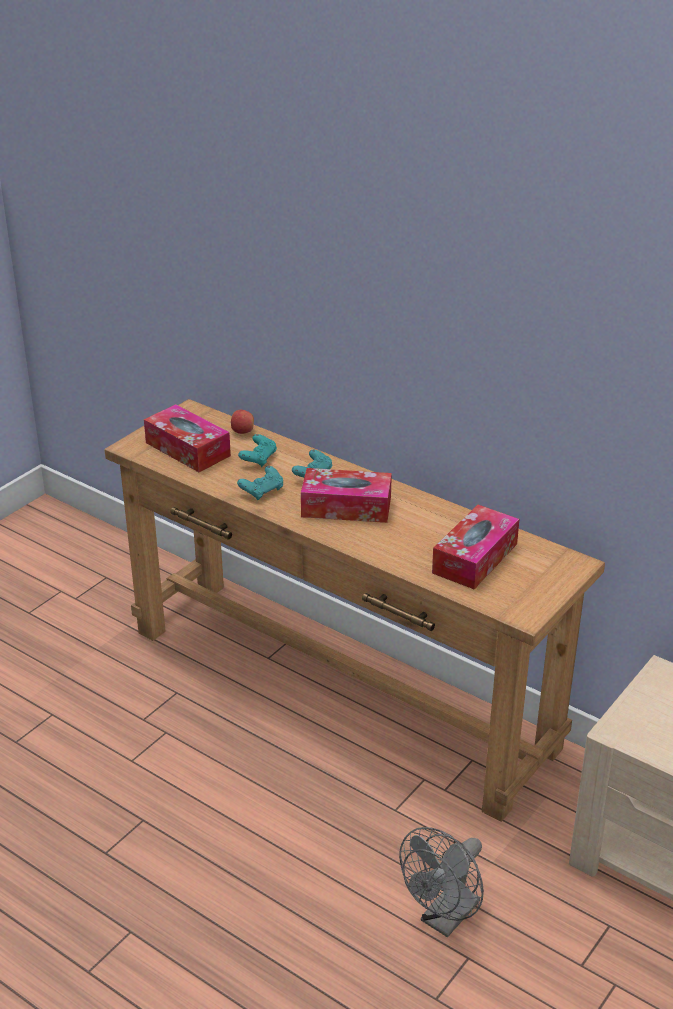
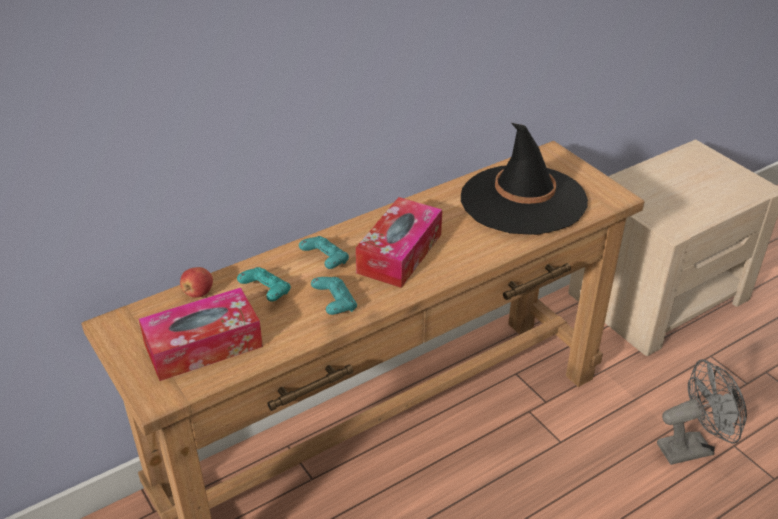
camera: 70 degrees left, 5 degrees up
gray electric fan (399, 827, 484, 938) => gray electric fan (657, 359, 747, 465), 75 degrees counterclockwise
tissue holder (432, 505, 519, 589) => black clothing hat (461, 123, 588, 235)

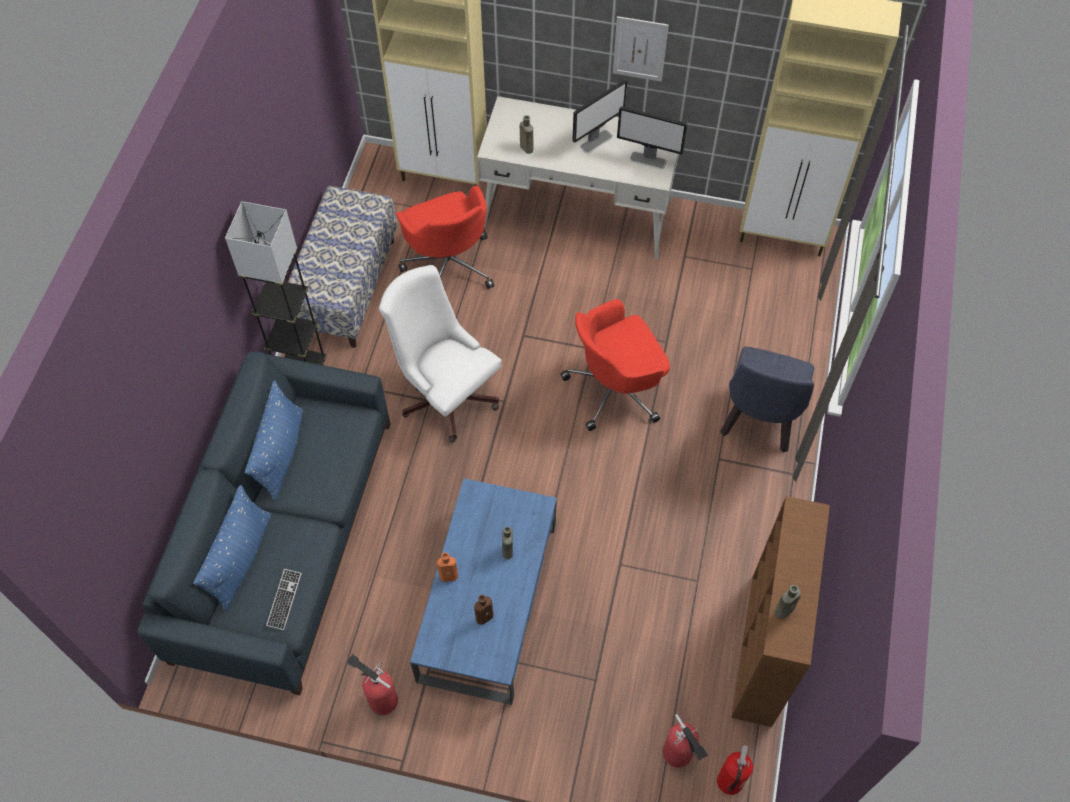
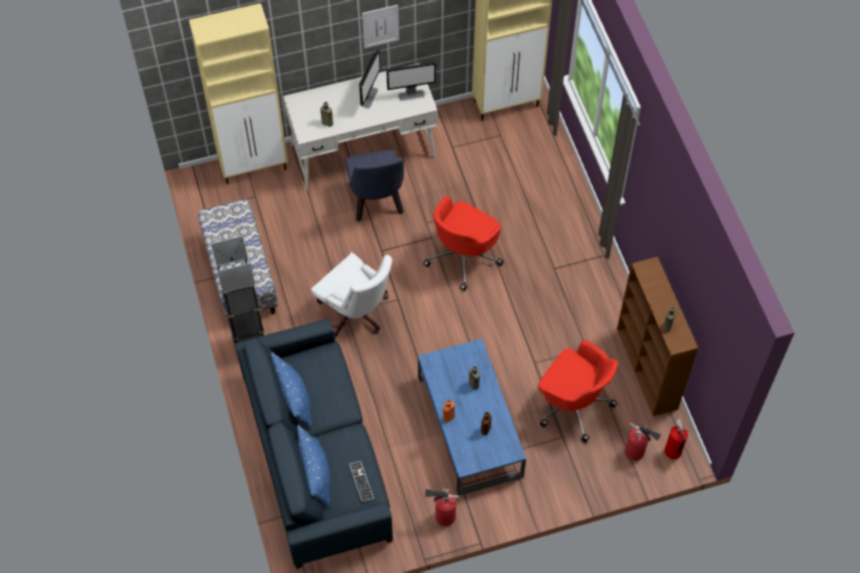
camera: 30 degrees left, 0 degrees up
white office chair (379, 265, 502, 443) => white office chair (311, 252, 393, 337), 150 degrees counterclockwise
red-coloured office chair (395, 185, 494, 289) => red-coloured office chair (538, 340, 617, 442), relocated
blue-coloured upright chair (720, 347, 814, 453) => blue-coloured upright chair (346, 150, 404, 222), relocated

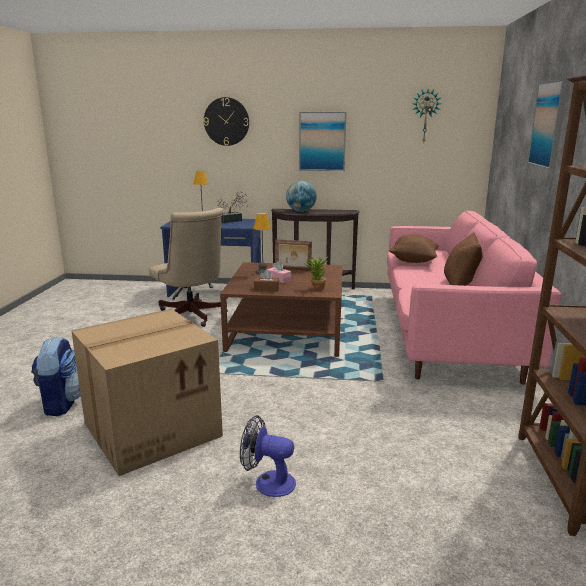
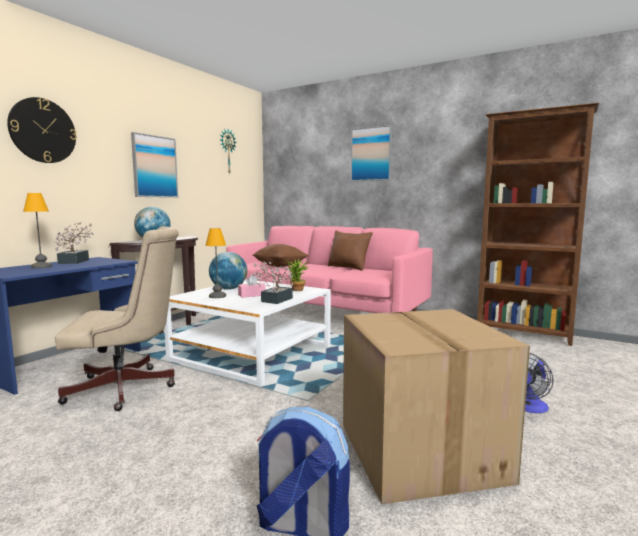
camera: 65 degrees left, 10 degrees down
brownish coffee table (220, 262, 343, 357) => white coffee table (164, 279, 331, 387)
brownish tissue holder (254, 270, 279, 292) => houseplant (252, 262, 293, 304)
standing frame (275, 239, 312, 271) => world globe (209, 252, 247, 290)

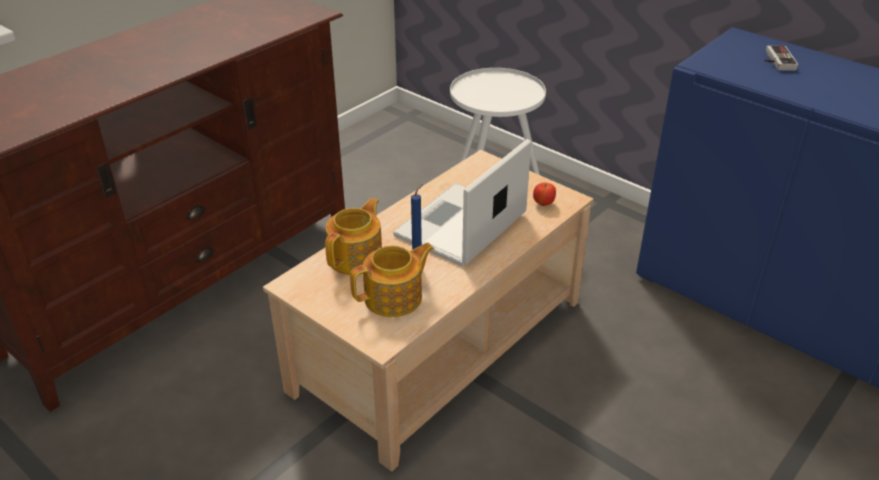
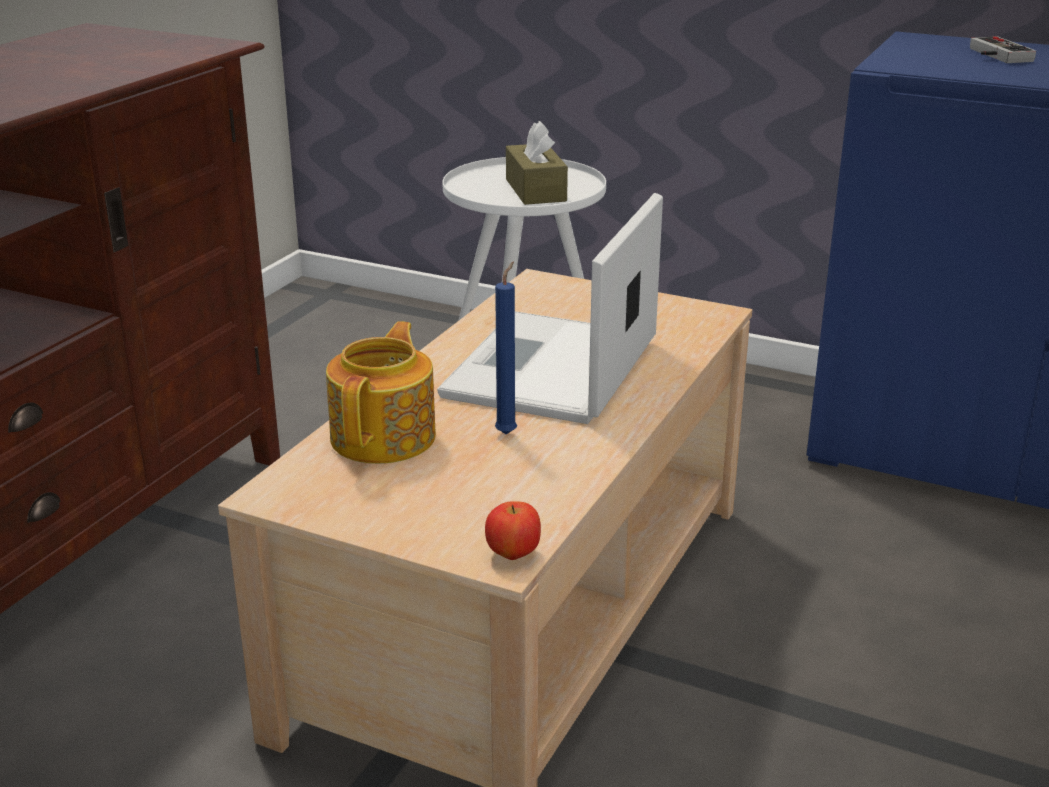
camera: 15 degrees left, 10 degrees down
teapot (350, 243, 435, 317) => nothing
apple fruit (533, 182, 556, 206) => apple fruit (485, 501, 541, 560), relocated
nothing => brownish tissue holder (506, 121, 568, 205)

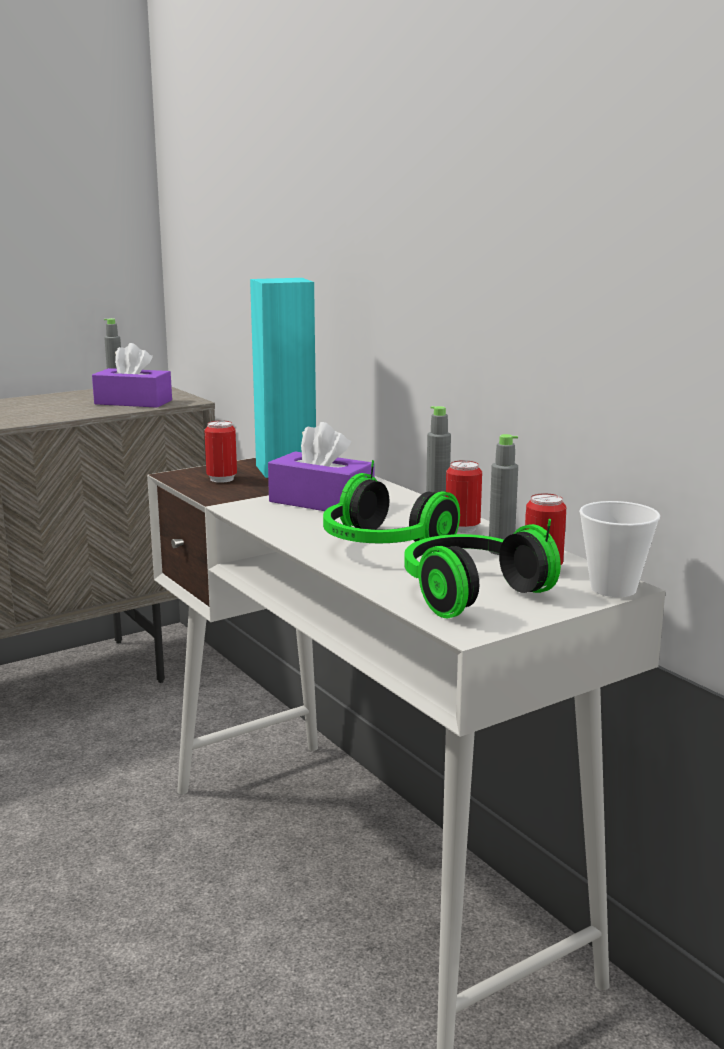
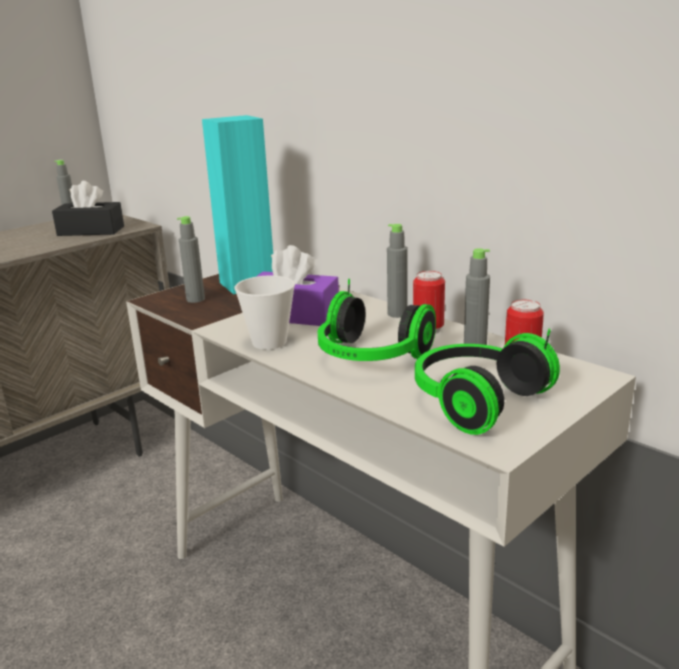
camera: 10 degrees left, 5 degrees up
purplish tissue holder (92, 343, 172, 408) => black tissue holder (52, 181, 124, 236)
sealed can (204, 421, 237, 483) => gray drink bottle (177, 216, 205, 303)
small cup (579, 501, 660, 597) => small cup (235, 275, 295, 350), relocated

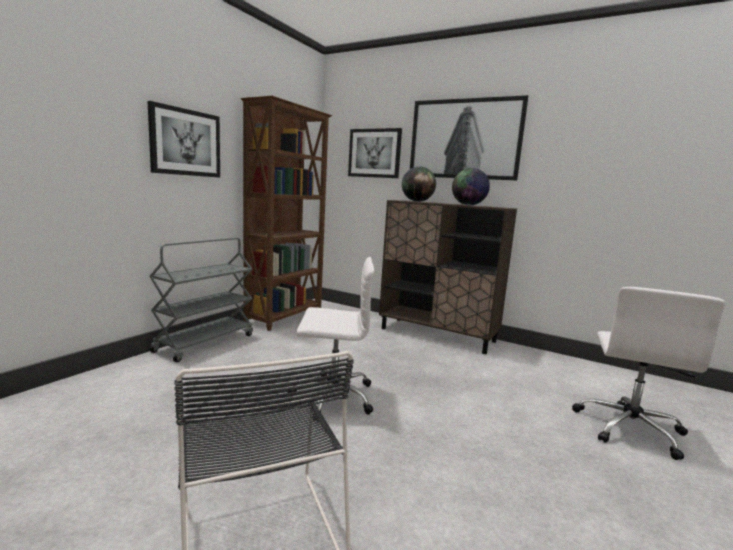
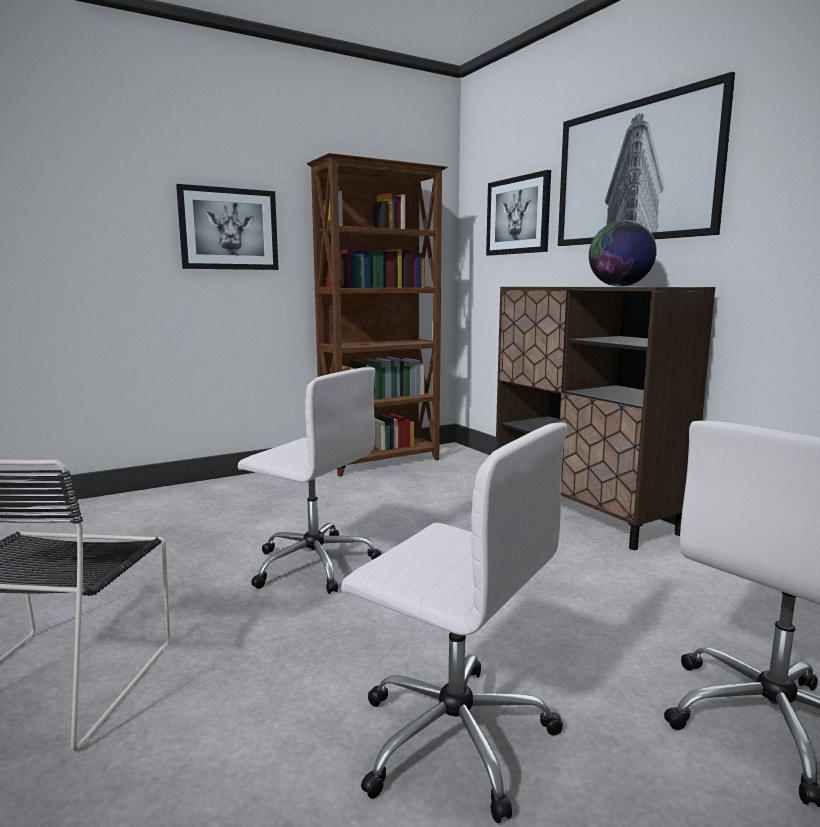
camera: 30 degrees right, 0 degrees up
gray cart (149, 238, 253, 362) => nothing
world globe (402, 166, 436, 202) => nothing
nothing => white office chair (341, 422, 568, 823)

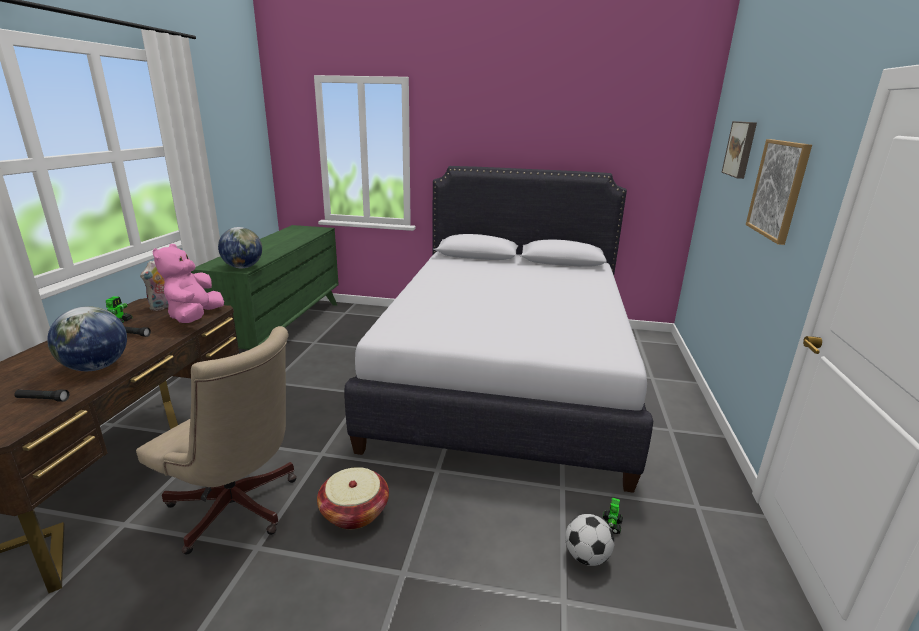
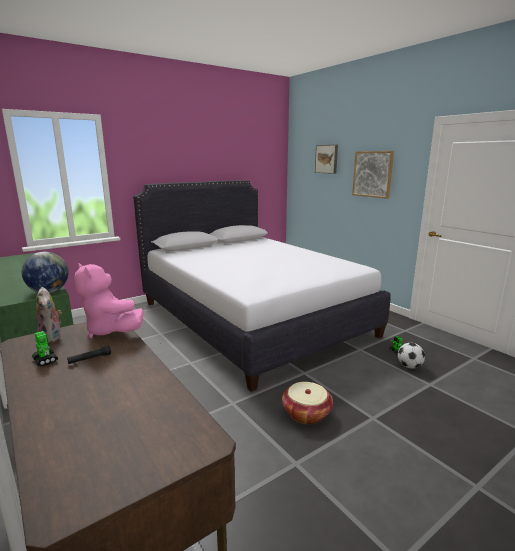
camera: 45 degrees left, 5 degrees down
black flashlight (14, 390, 69, 402) => nothing
world globe (47, 306, 127, 371) => nothing
beige-coloured office chair (136, 326, 297, 555) => nothing

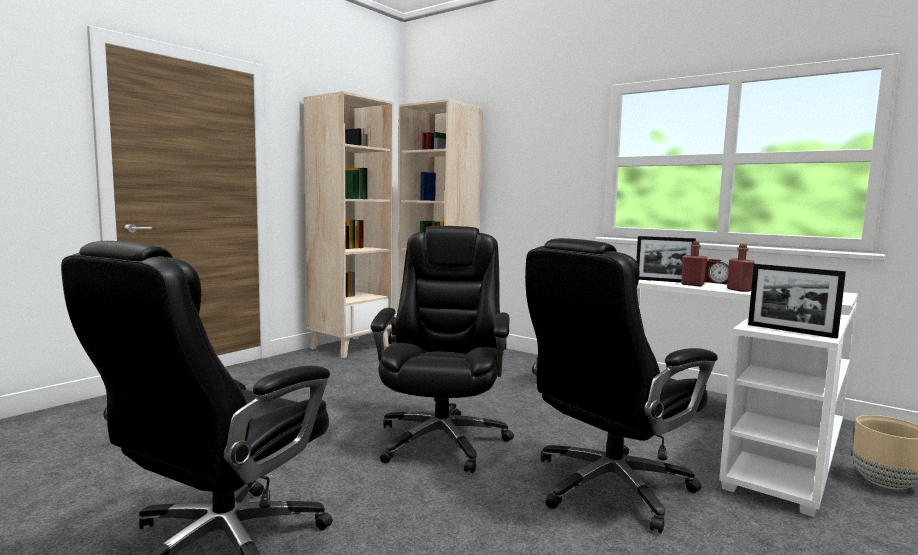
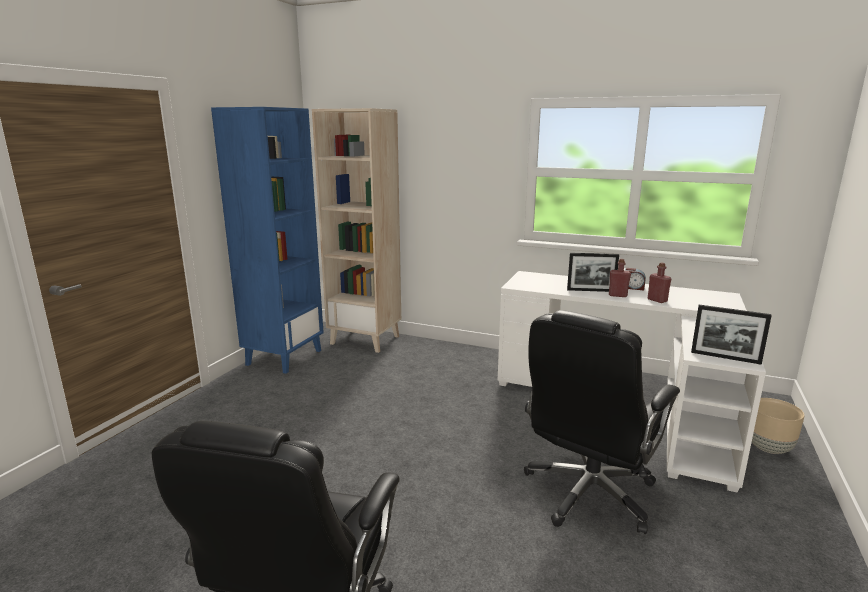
camera: 15 degrees left, 10 degrees up
beige-coloured bookshelf (304, 91, 394, 358) => blue-coloured bookshelf (211, 107, 324, 374)
black office chair (371, 226, 514, 473) => nothing

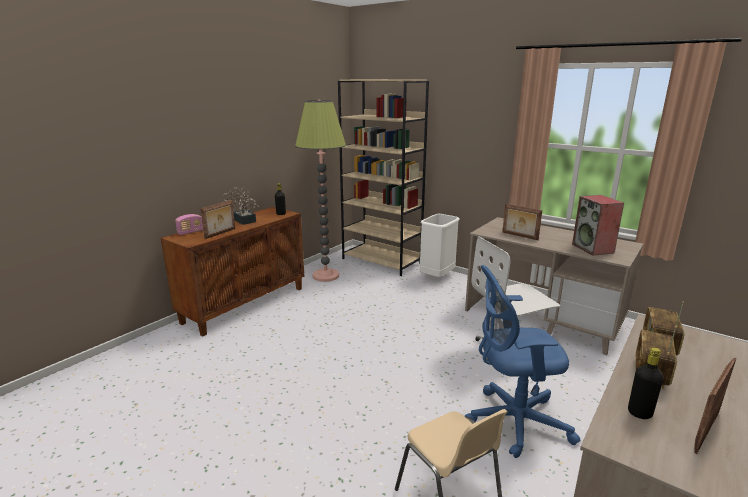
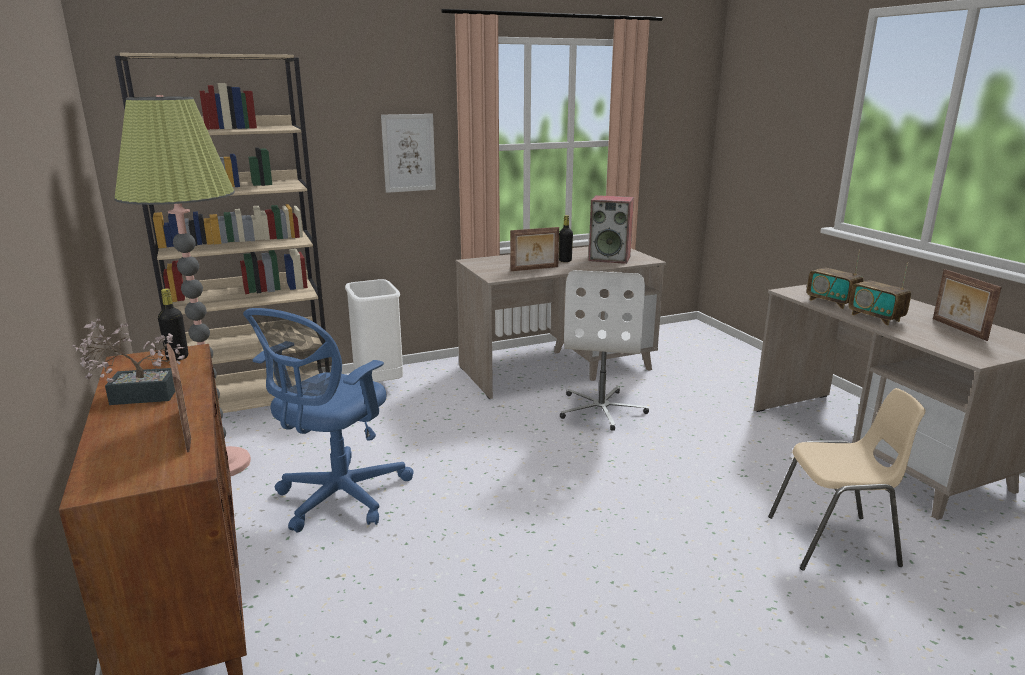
camera: 60 degrees left, 0 degrees up
radio (175, 214, 203, 235) => nothing
blue-coloured office chair (465, 265, 580, 458) => blue-coloured office chair (243, 308, 414, 532), relocated
black drink bottle (628, 347, 664, 419) => black drink bottle (559, 215, 573, 262), relocated
nothing => wall picture (381, 114, 436, 193)

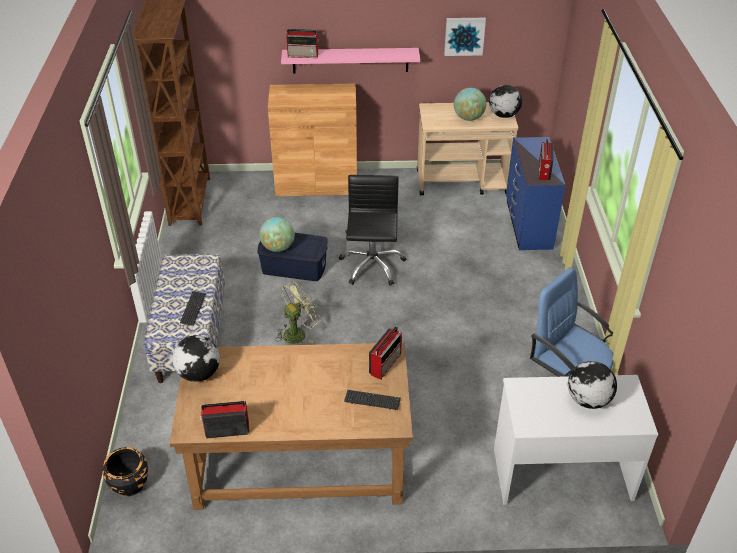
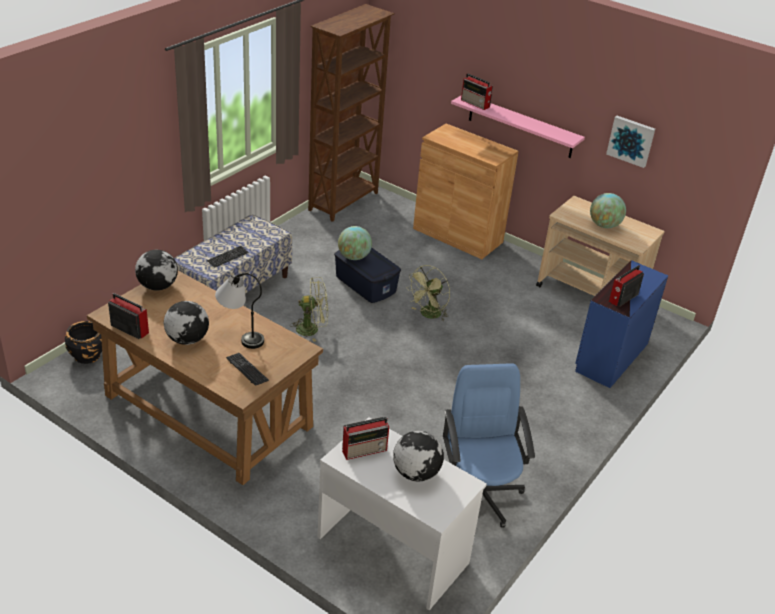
camera: 35 degrees right, 5 degrees down
black office chair (339, 175, 406, 286) => green-coloured electric fan (406, 265, 450, 321)
radio (369, 326, 402, 380) => radio (342, 417, 389, 460), relocated
world globe (489, 85, 522, 118) => world globe (164, 301, 209, 345), relocated
nothing => lamp for a table (215, 273, 264, 349)

